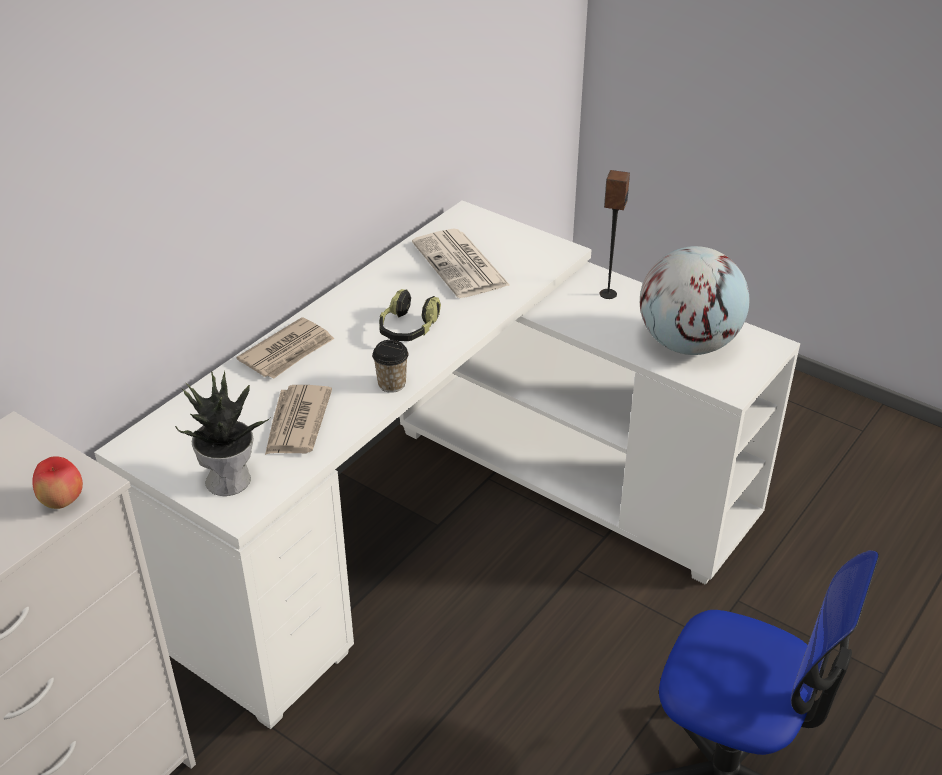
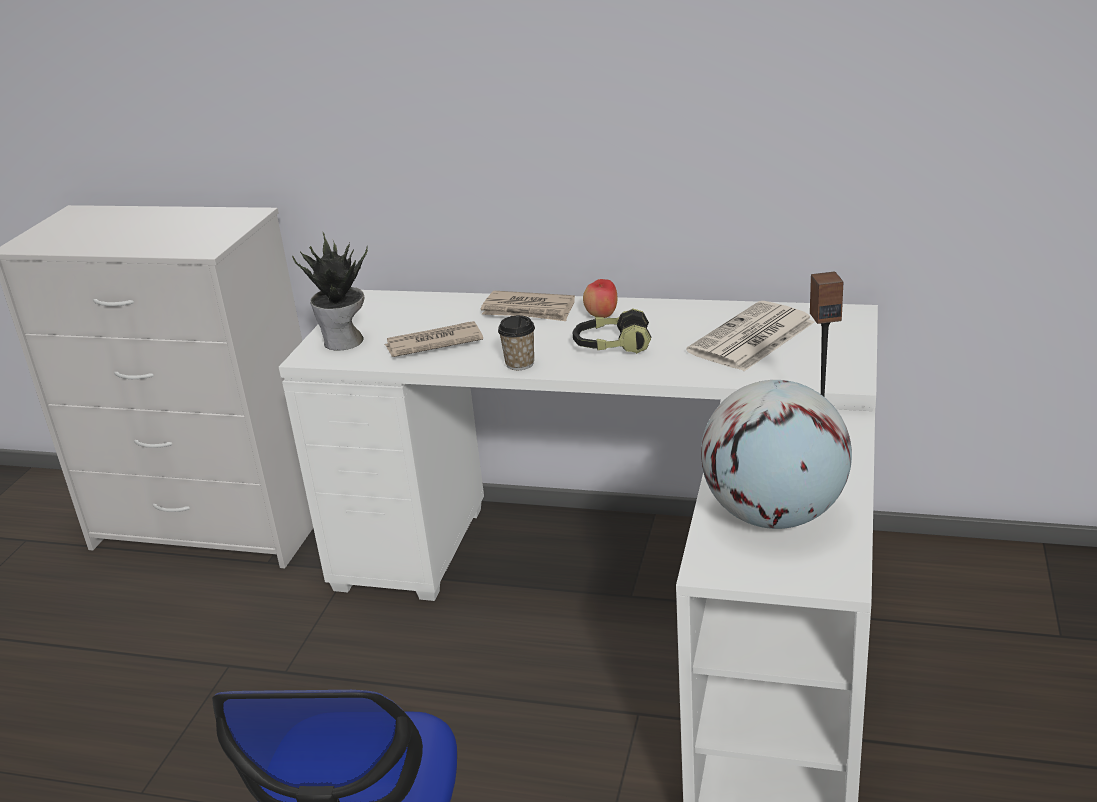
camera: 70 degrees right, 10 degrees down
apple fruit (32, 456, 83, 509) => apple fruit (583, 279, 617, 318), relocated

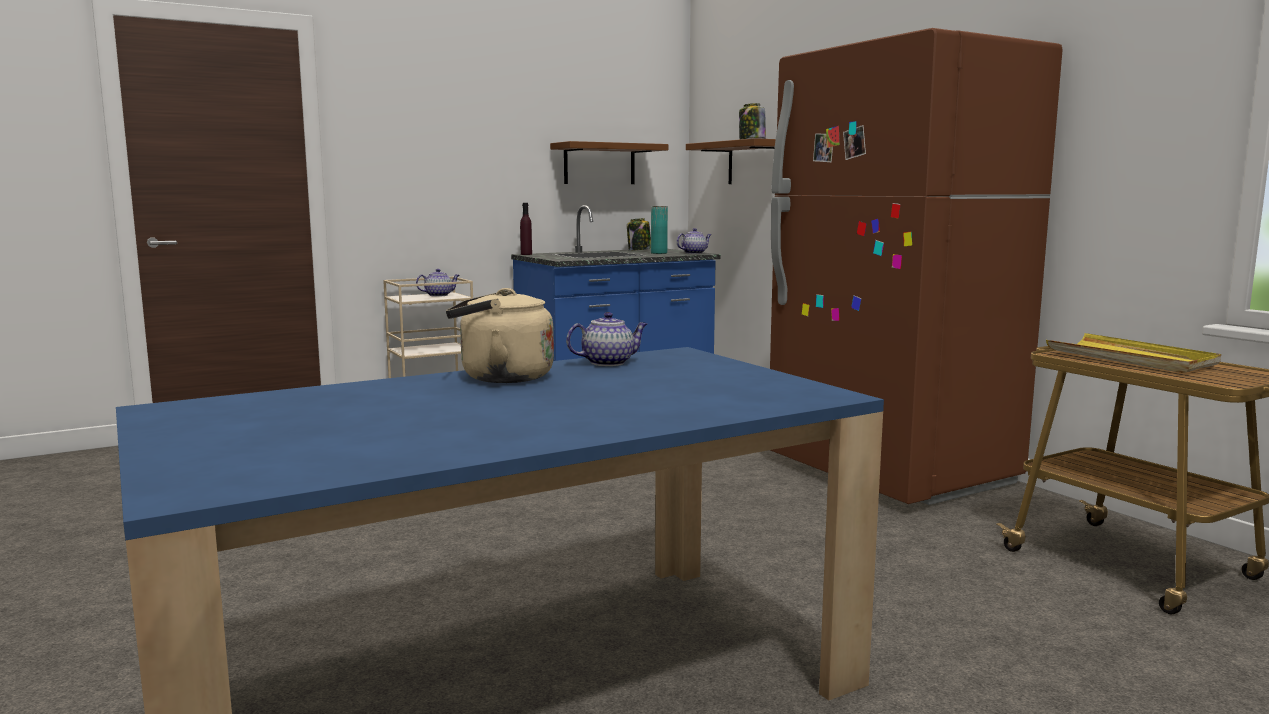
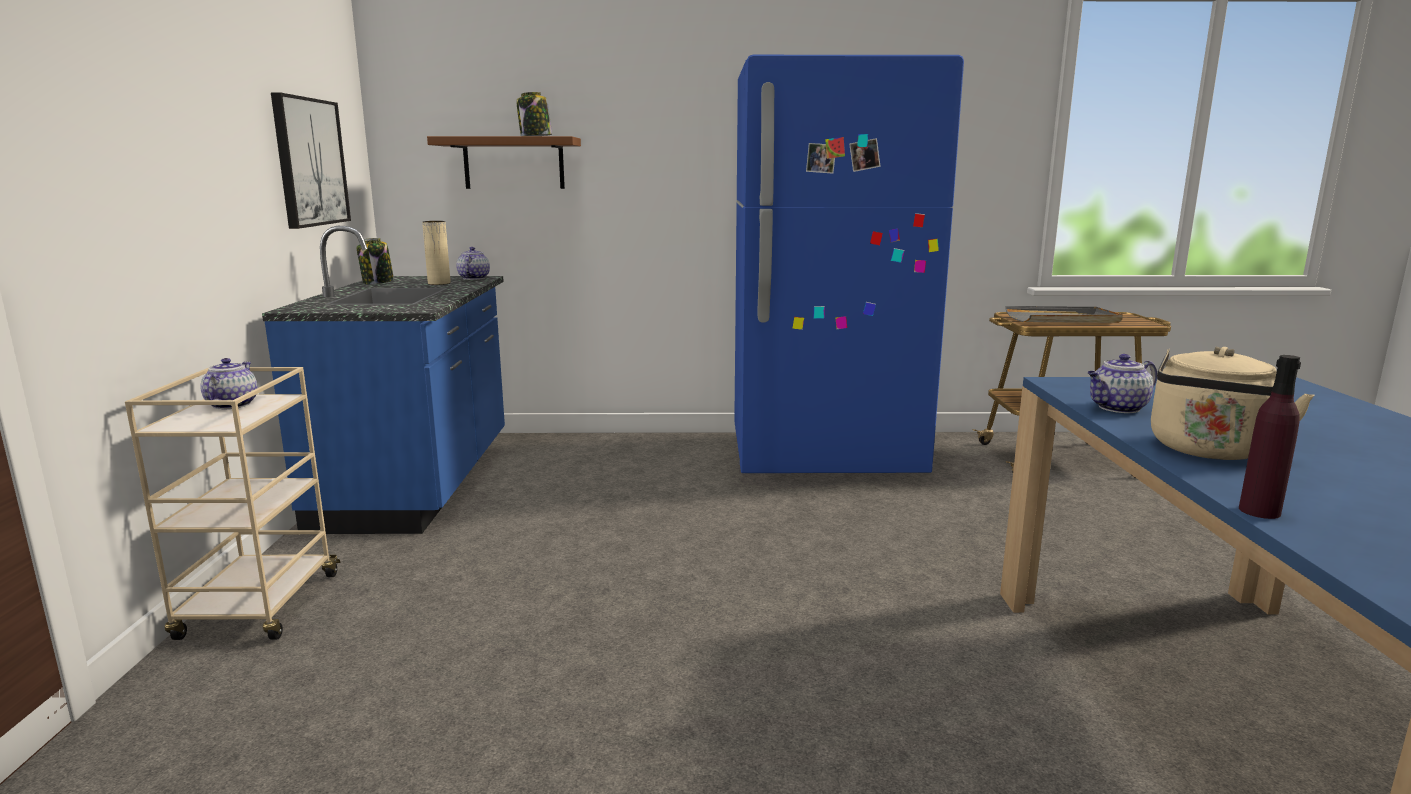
camera: 60 degrees left, 5 degrees up
purplish drink bottle (520, 203, 532, 255) => purplish drink bottle (1239, 355, 1301, 519), relocated
brownish shelf (550, 141, 668, 184) => wall picture (271, 92, 351, 229)
teapot (566, 312, 647, 366) => teapot (1087, 354, 1157, 413), 120 degrees counterclockwise
turquoise-coloured vase (651, 206, 668, 254) => beige-coloured vase (422, 221, 451, 285)
brownish refrigerator (770, 28, 1063, 505) => blue-coloured refrigerator (734, 55, 964, 473)
yellow-coloured tray (1046, 333, 1221, 373) => gray tray (1005, 306, 1123, 323)

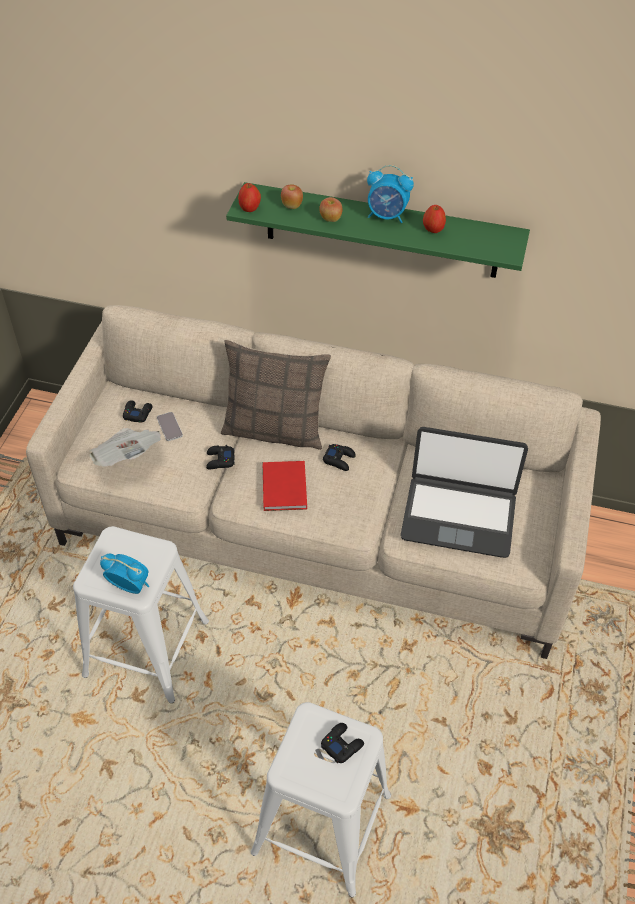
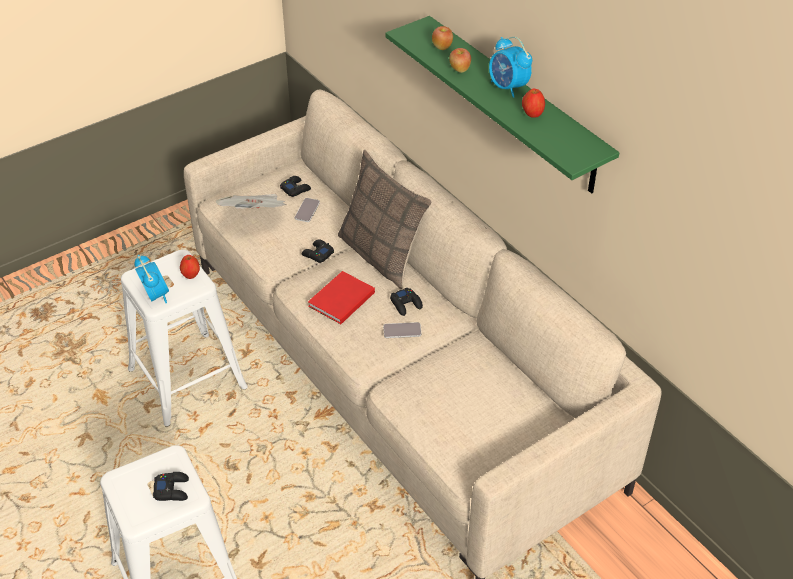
camera: 40 degrees right, 5 degrees down
apple fruit (238, 183, 261, 212) => apple fruit (180, 255, 200, 279), relocated
portable computer (401, 427, 528, 558) => nothing
nothing => phone (383, 322, 421, 338)

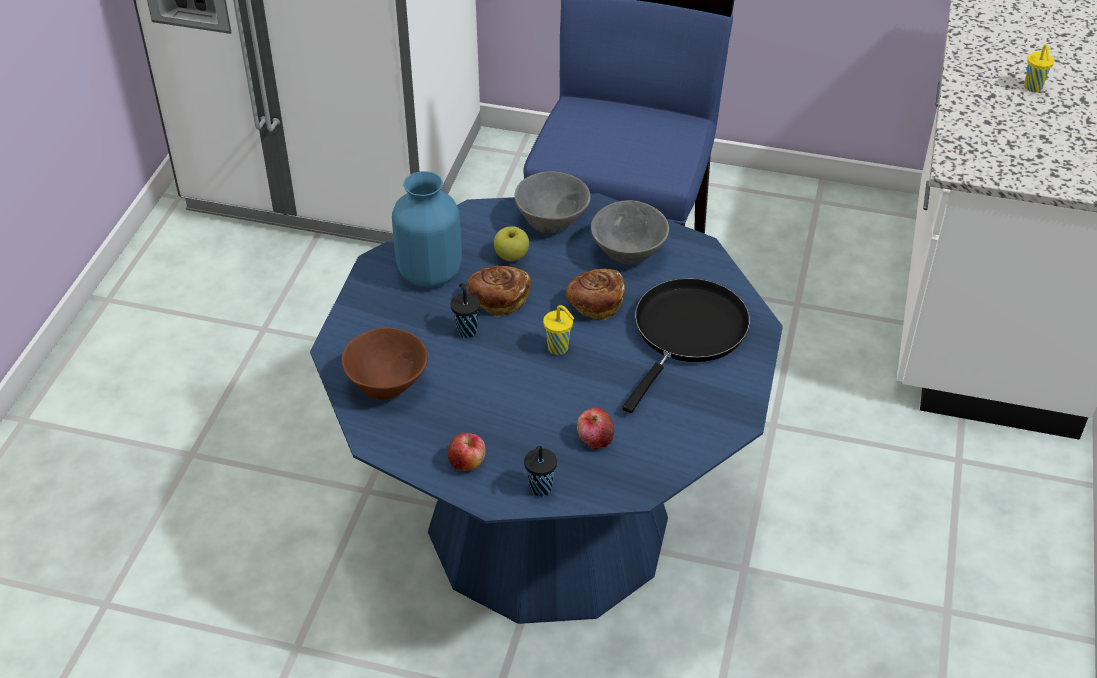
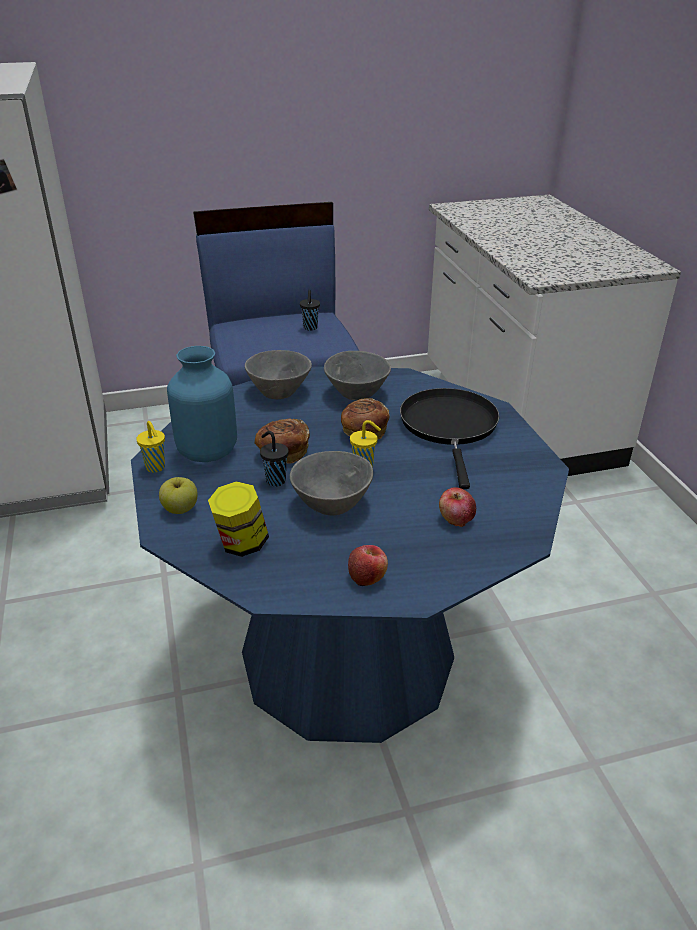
camera: 30 degrees left, 10 degrees down
brownish deep dish (342, 328, 428, 400) => preserve jar (208, 481, 269, 557)
apple fruit (494, 226, 529, 261) => apple fruit (159, 477, 198, 514), relocated
black small cup (524, 446, 557, 496) => black small cup (300, 289, 320, 331), relocated
yellow-coloured small cup (1024, 44, 1054, 92) => yellow-coloured small cup (136, 421, 165, 473), relocated
nothing => gray deep dish (290, 451, 373, 515)

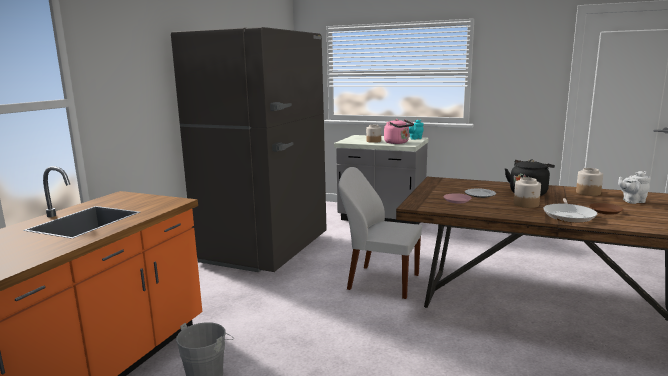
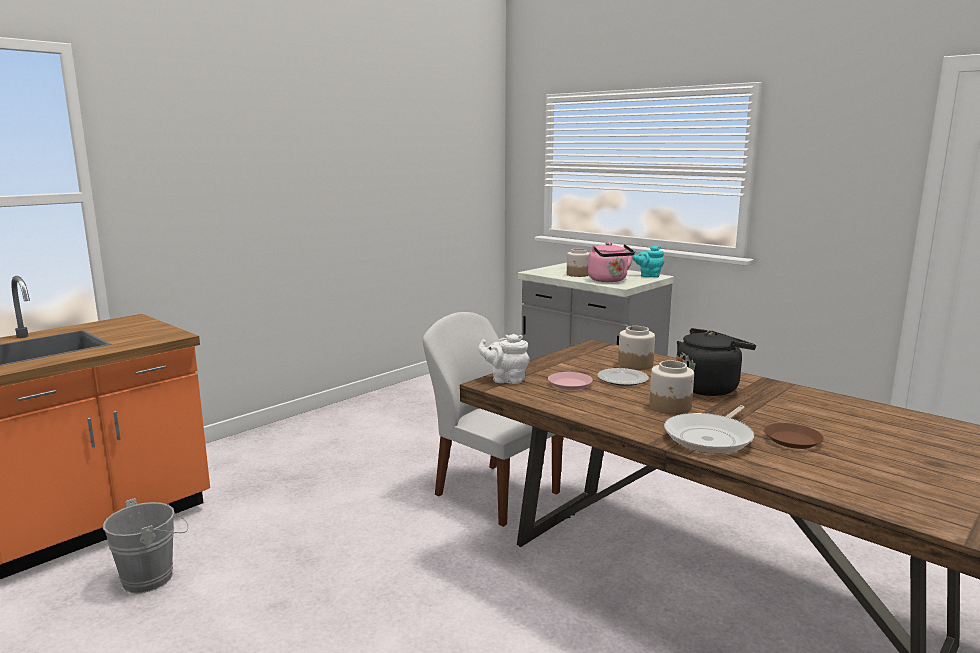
camera: 20 degrees right, 0 degrees up
gray refrigerator (171, 27, 327, 272) => nothing
preserve jar (576, 168, 603, 196) => preserve jar (618, 326, 655, 370), relocated
white teapot (618, 171, 651, 204) => white teapot (478, 334, 530, 384), relocated

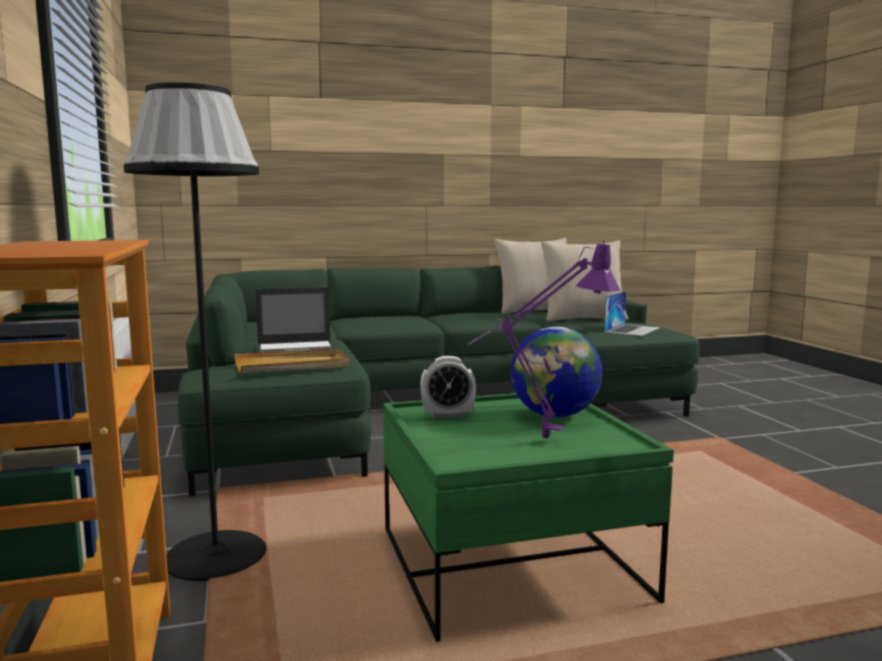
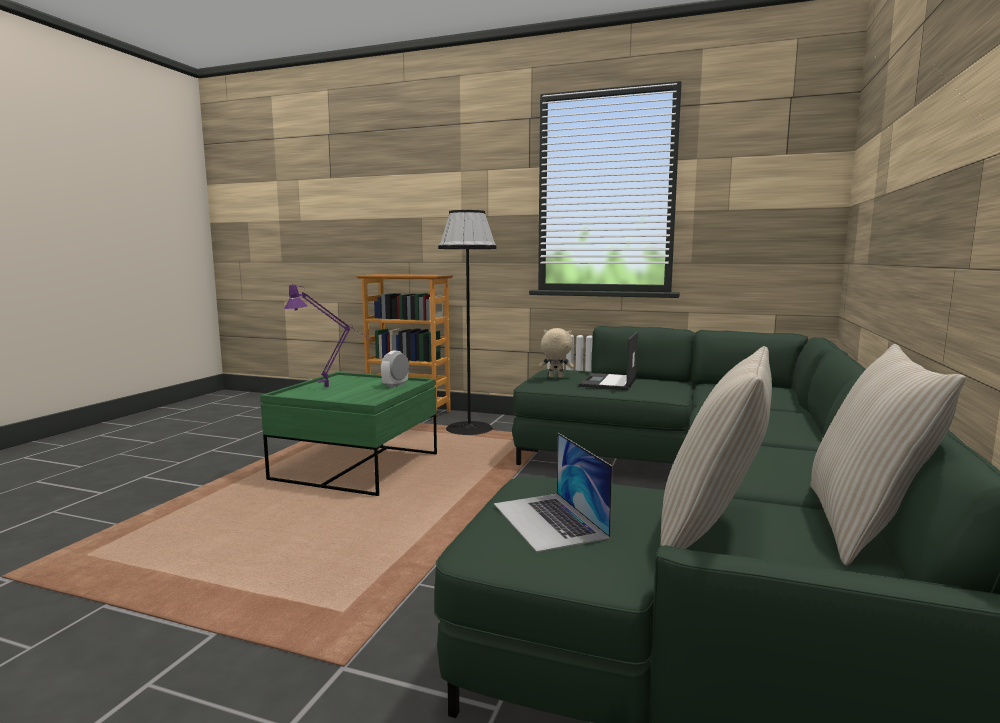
camera: 125 degrees right, 0 degrees up
beige-coloured tray (235, 349, 349, 373) => beige-coloured plush toy (539, 328, 574, 378)
world globe (511, 327, 603, 417) => nothing

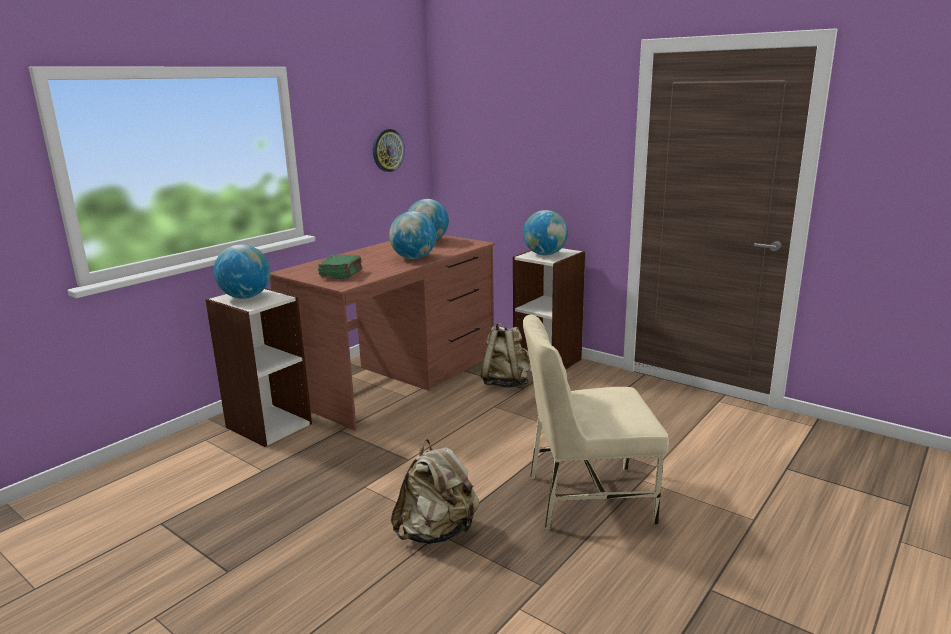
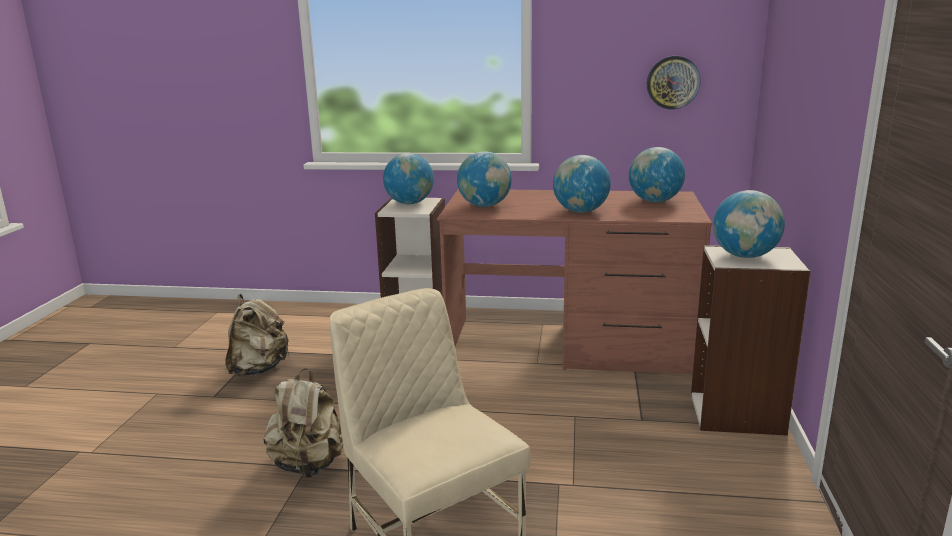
camera: 60 degrees right, 0 degrees up
green-coloured volume (318, 254, 363, 279) => world globe (457, 151, 512, 207)
beige-coloured rucksack (481, 322, 531, 388) => beige-coloured rucksack (226, 294, 289, 376), relocated

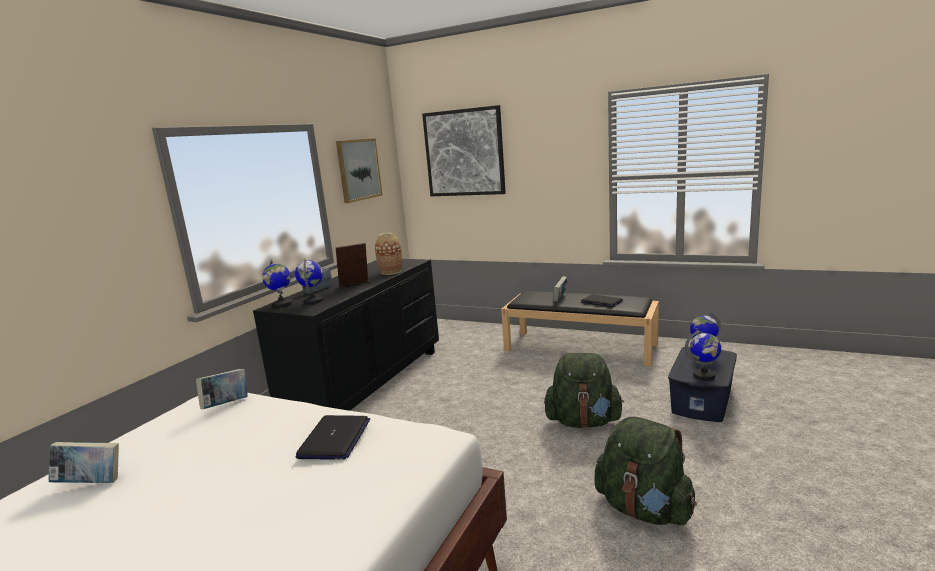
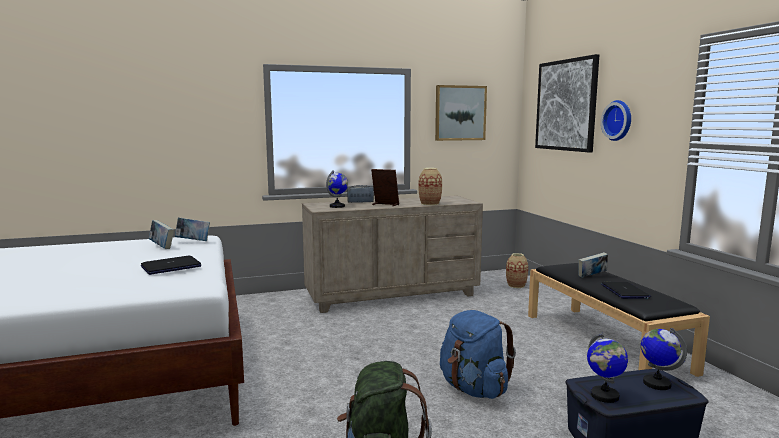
camera: 45 degrees right, 5 degrees down
volume (49, 442, 119, 483) => volume (149, 220, 174, 249), relocated
black dresser (253, 259, 439, 411) => beige-coloured dresser (302, 196, 483, 313)
world globe (262, 260, 292, 308) => nothing
green-coloured rucksack (544, 353, 624, 428) => blue-coloured rucksack (440, 310, 516, 399)
nothing => vase (506, 253, 528, 288)
nothing => clock on the wall (601, 100, 631, 141)

